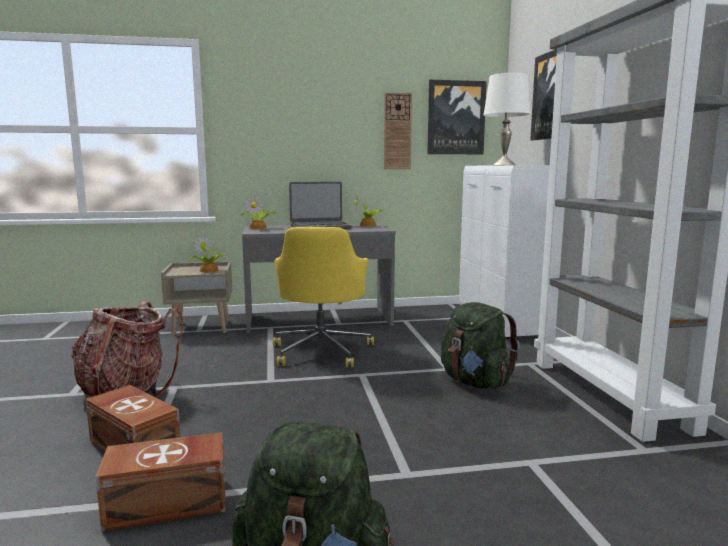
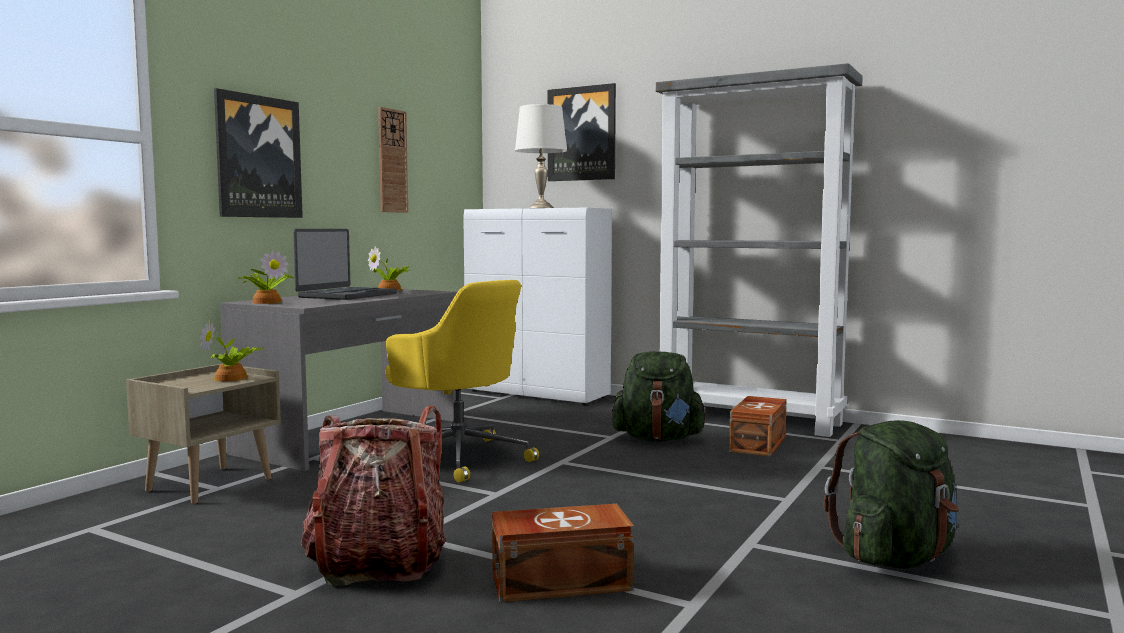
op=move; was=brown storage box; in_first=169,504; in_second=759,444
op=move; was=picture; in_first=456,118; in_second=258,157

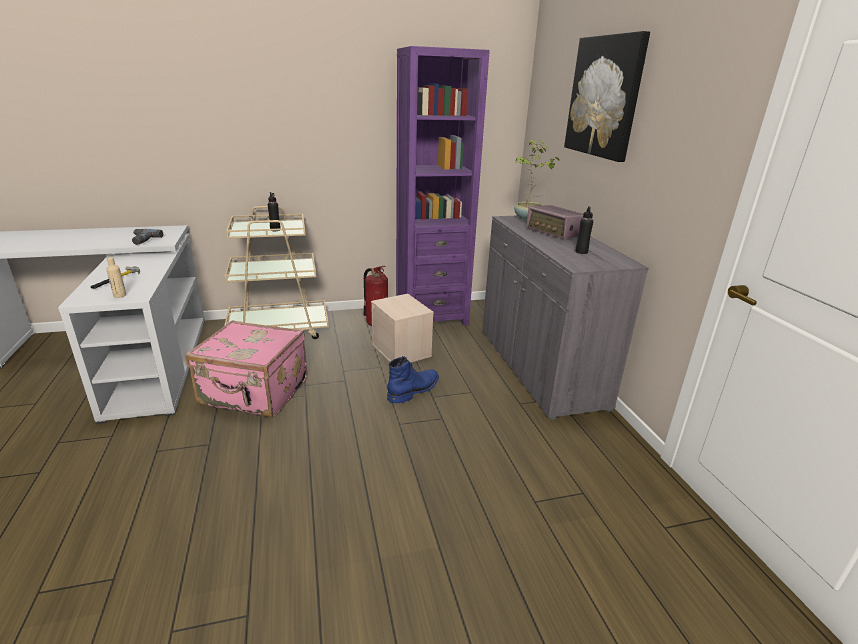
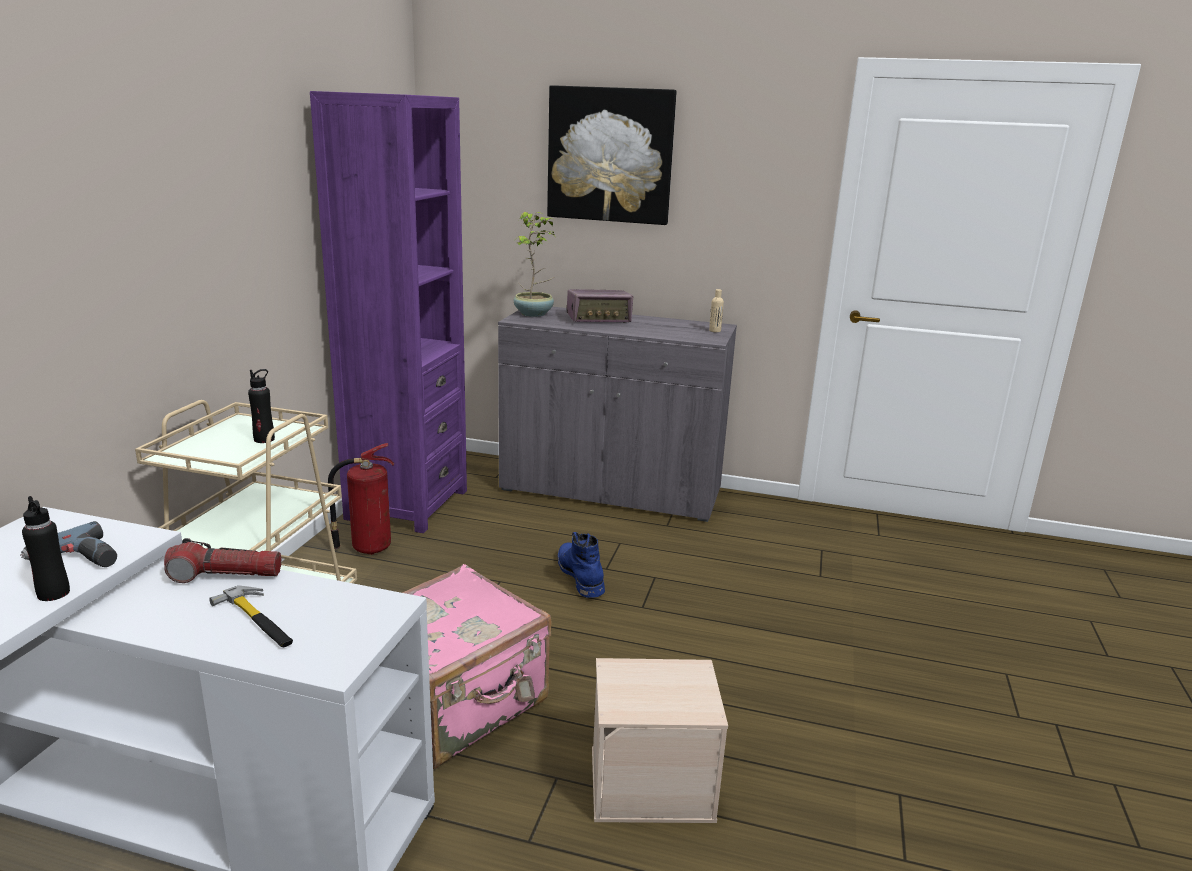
op=move; was=beige bottle; in_first=120,295; in_second=715,331
op=move; was=beige storage box; in_first=402,350; in_second=652,783
op=move; was=black bottle; in_first=581,252; in_second=53,593
op=insert; now=flashlight; in_second=225,575

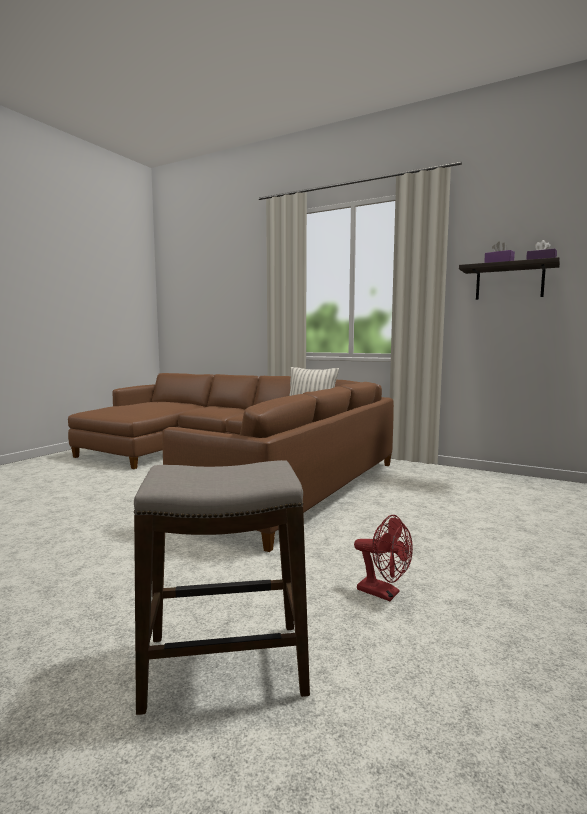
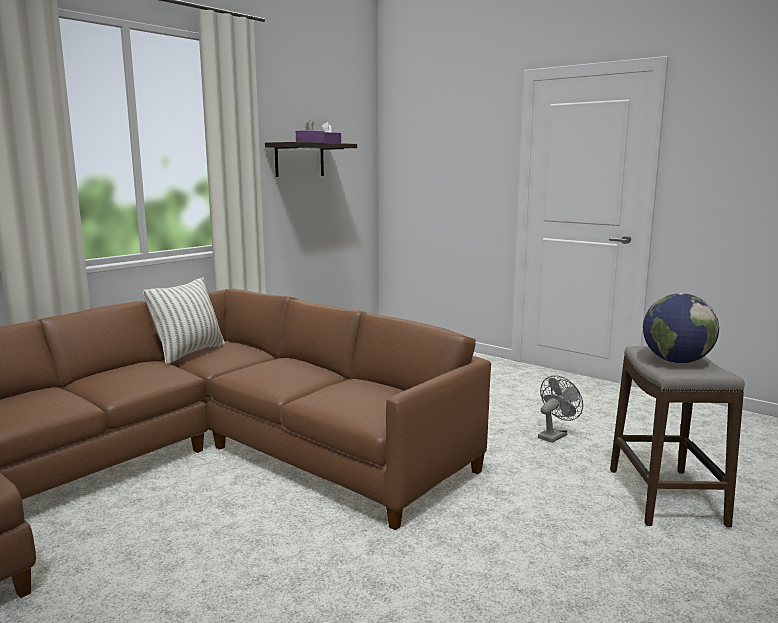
op=recolor; was=red fan; now=grey fan; in_first=384,593; in_second=555,435
op=insert; now=globe; in_second=676,361

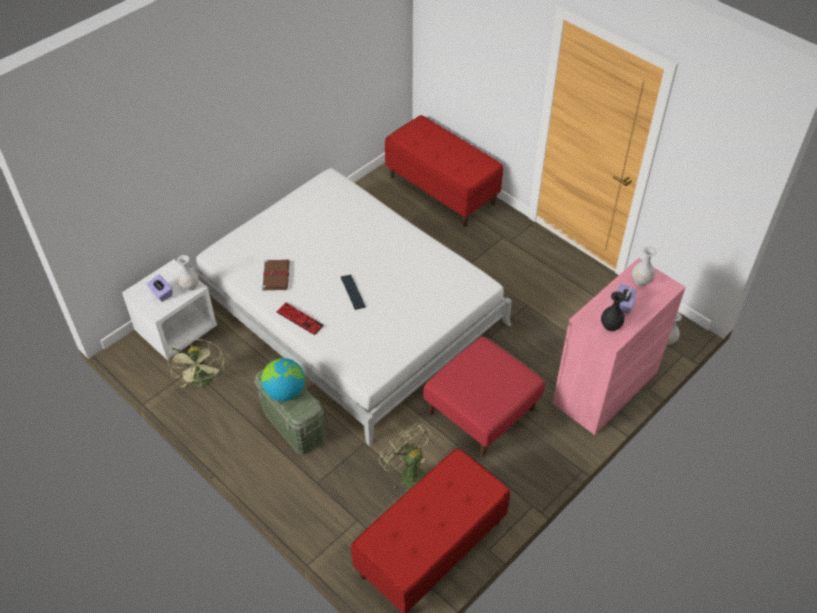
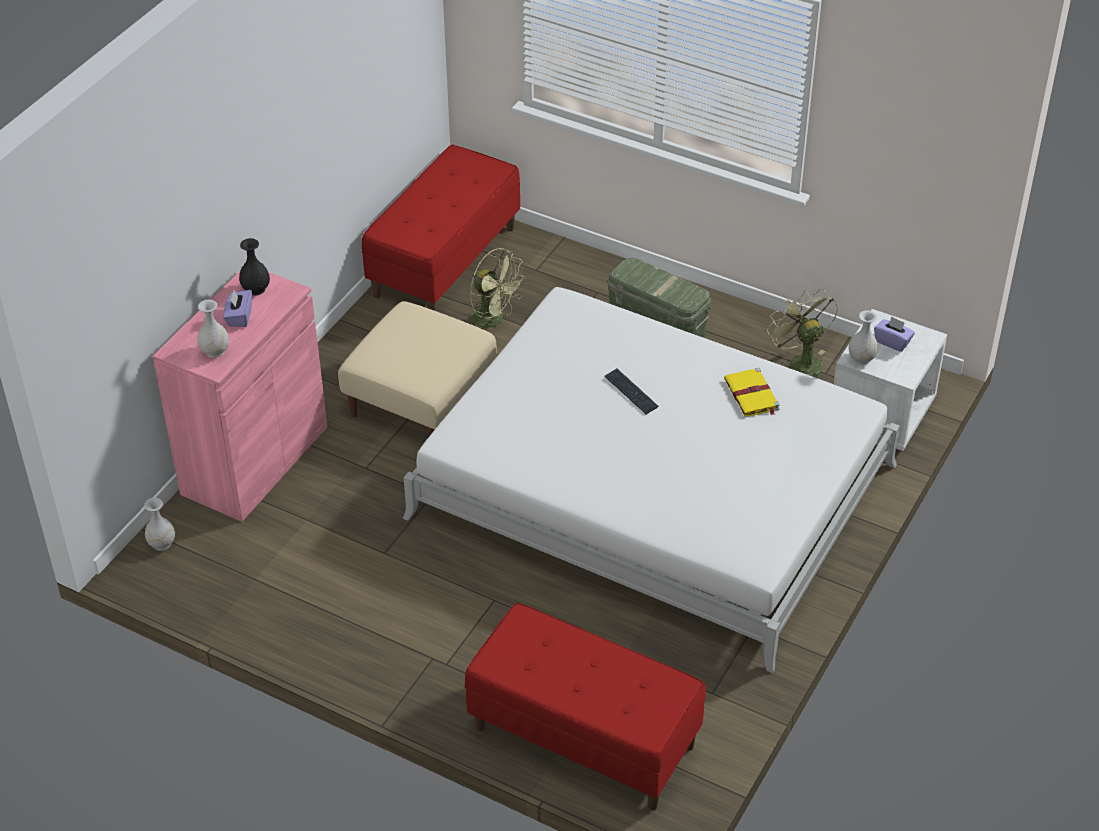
op=delete; was=globe; in_first=285,392
op=recolor; was=brown book; now=yellow book; in_first=276,275; in_second=752,395
op=delete; was=keyboard; in_first=300,319
op=recolor; was=red ottoman; now=beige ottoman; in_first=481,410; in_second=420,401

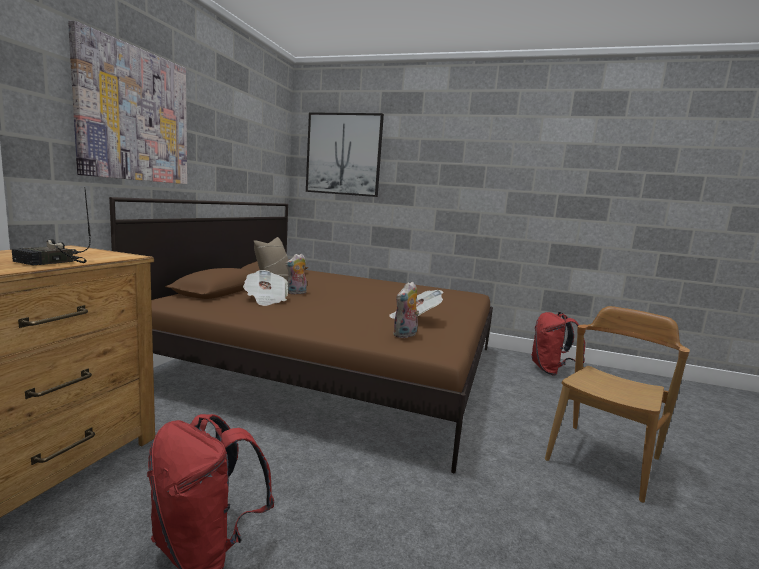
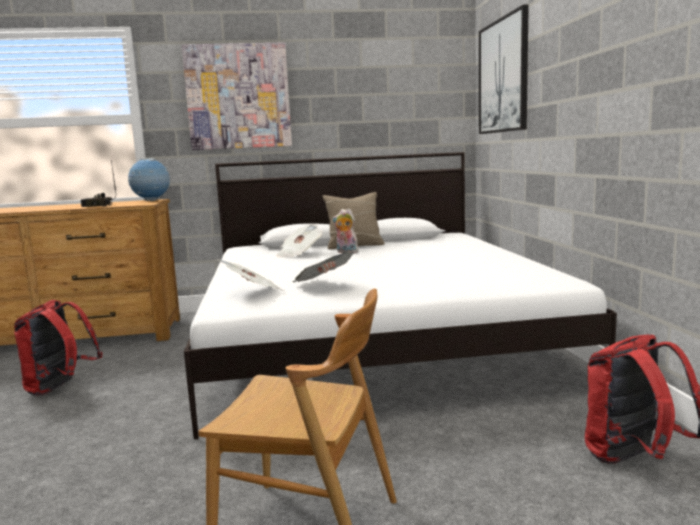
op=recolor; was=brown bed; now=white bed; in_first=336,363; in_second=372,341
op=replace; was=plush toy; now=newspaper; in_first=405,335; in_second=253,292
op=insert; now=globe; in_second=151,201

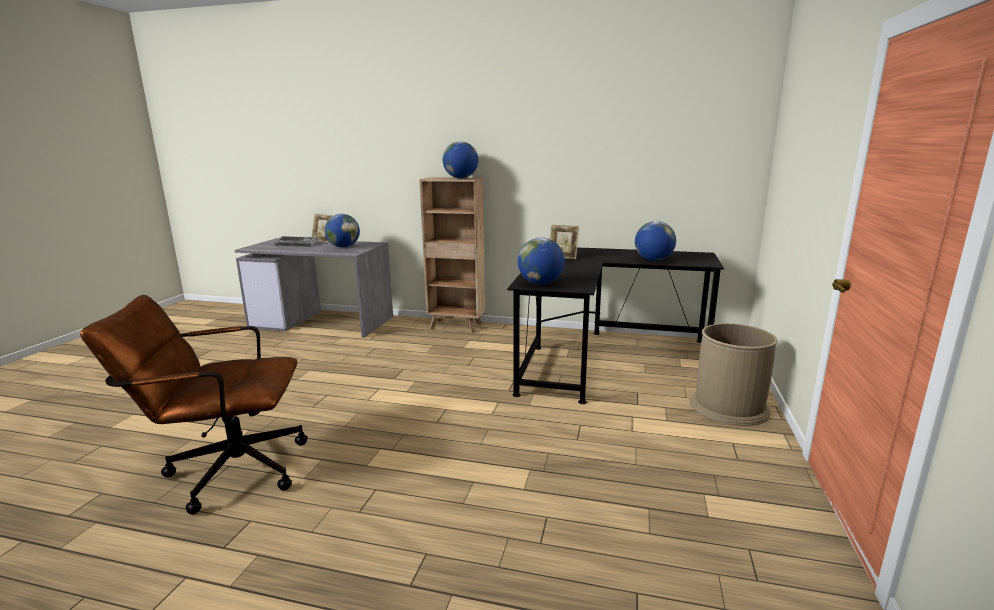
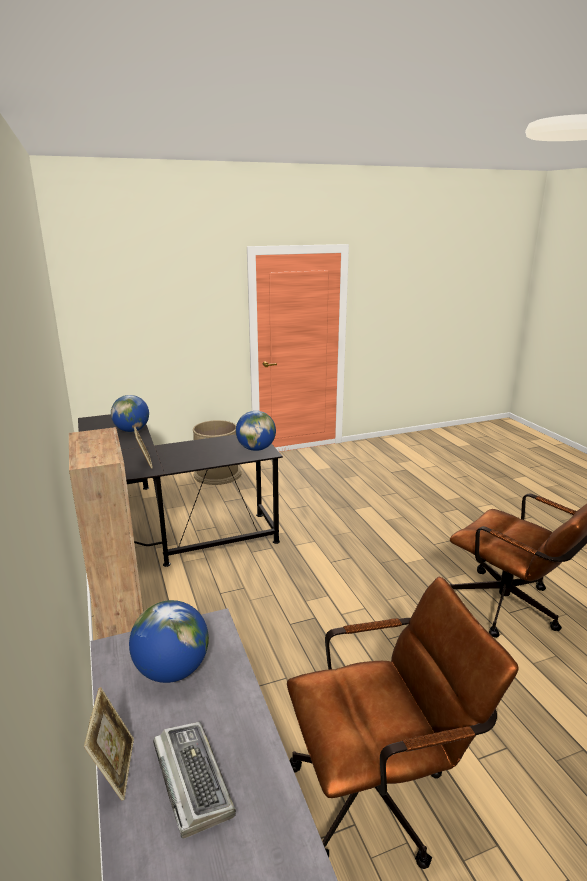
op=delete; was=globe; in_first=461,178
op=insert; now=brown office chair; in_second=381,792

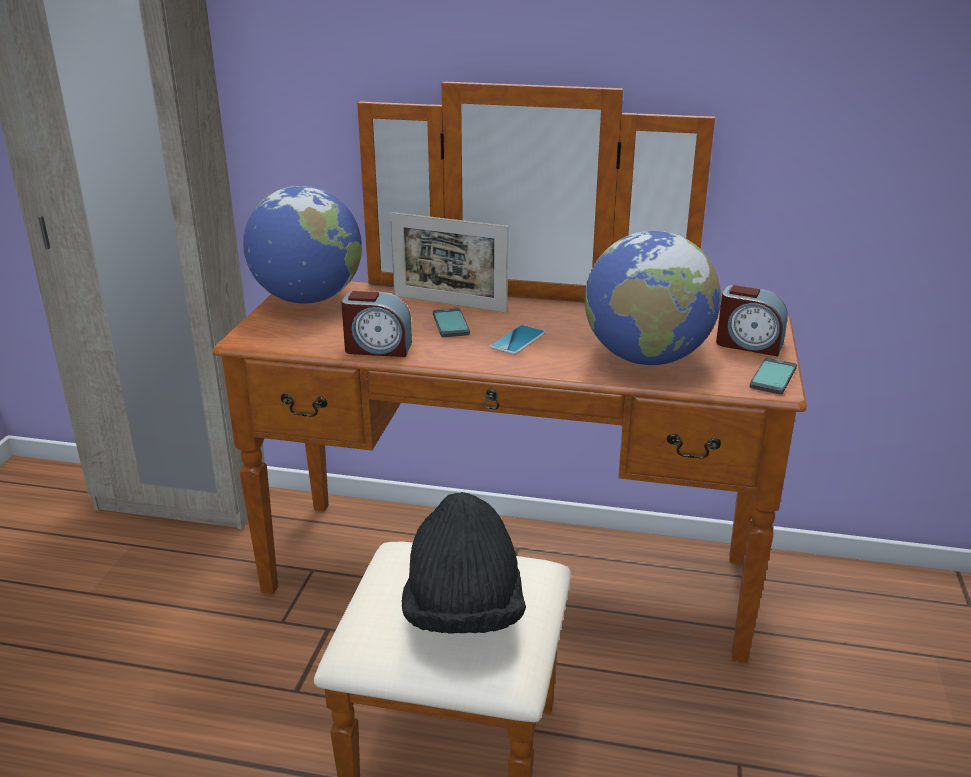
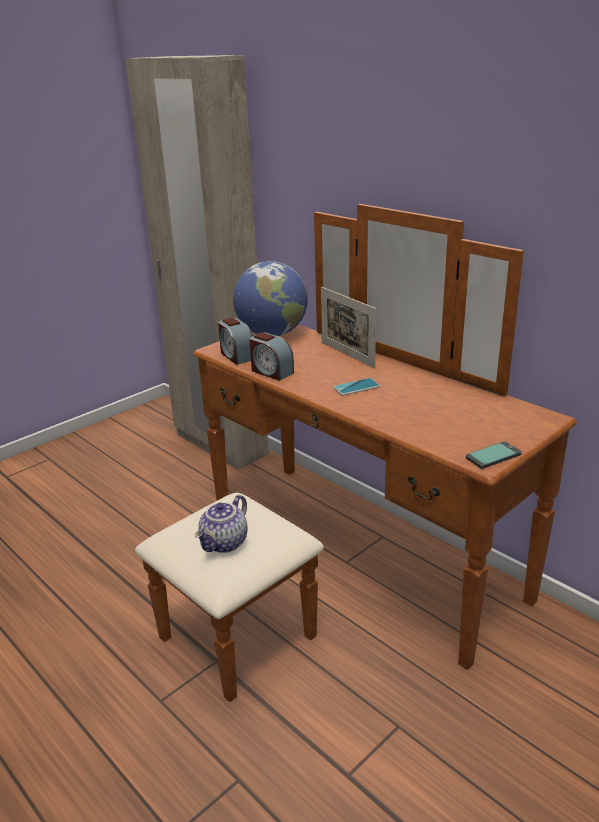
op=replace; was=black hat; now=teapot; in_first=463,614; in_second=225,543
op=delete; was=phone; in_first=450,324
op=delete; was=globe; in_first=646,358
op=move; was=alarm clock; in_first=748,344; in_second=236,356

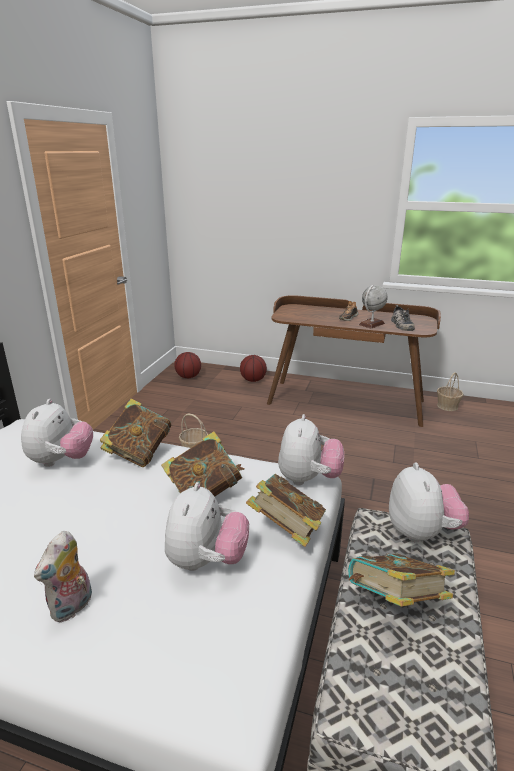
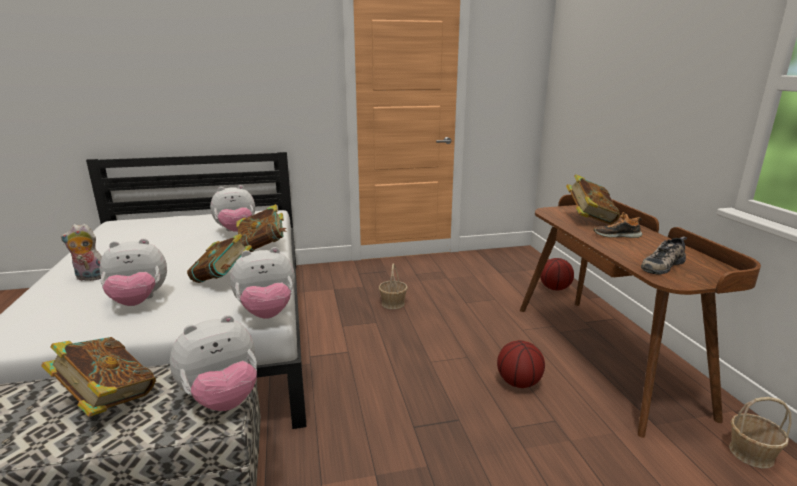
op=move; was=basketball; in_first=188,377; in_second=518,382
op=move; was=book; in_first=286,530; in_second=589,219
op=delete; was=globe; in_first=371,324

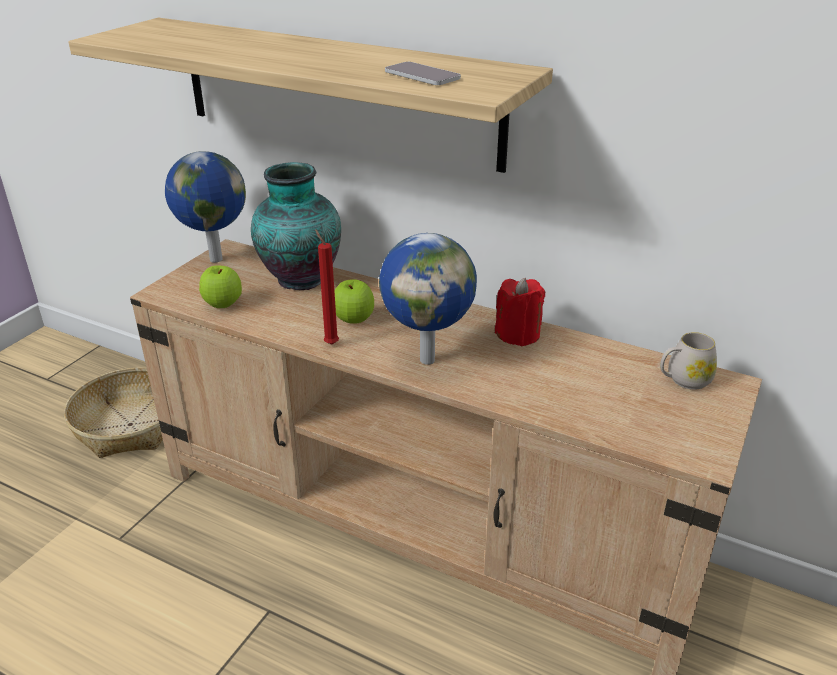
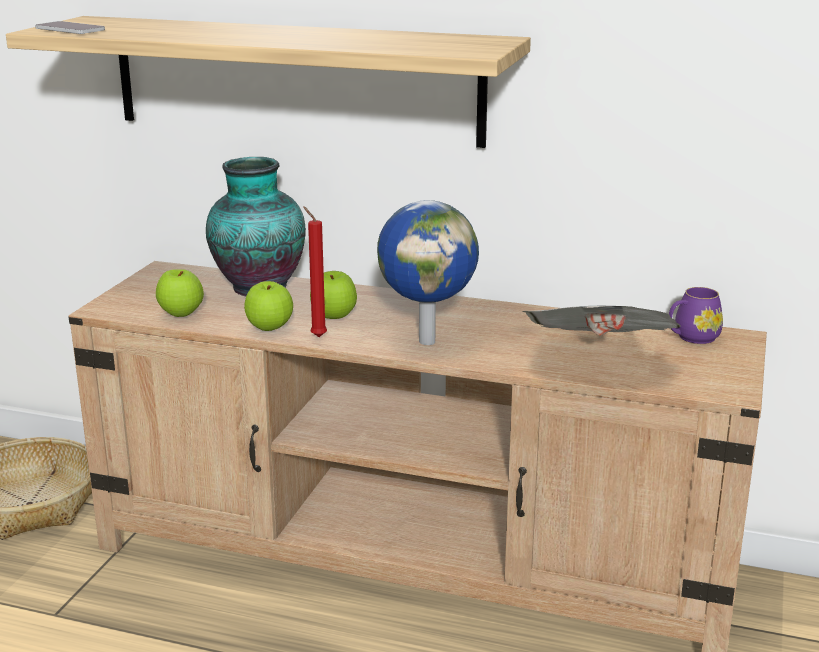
op=delete; was=globe; in_first=214,259
op=move; was=phone; in_first=422,75; in_second=70,29
op=delete; was=red candle; in_first=518,334
op=recolor; was=white mug; now=purple mug; in_first=683,380; in_second=691,338
op=insert; now=apple; in_second=270,328
op=insert; now=newspaper; in_second=598,360

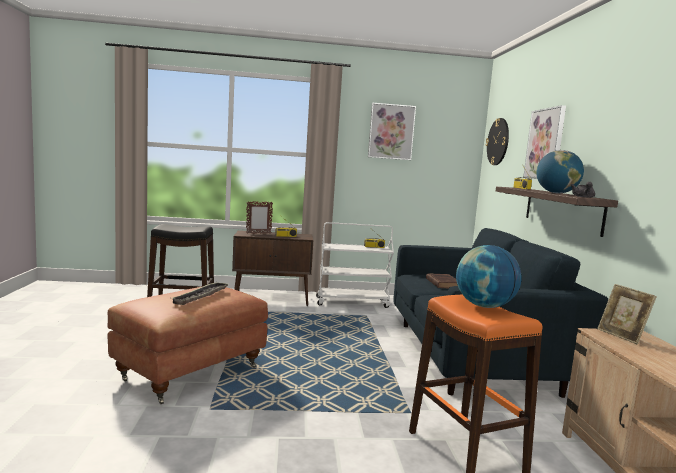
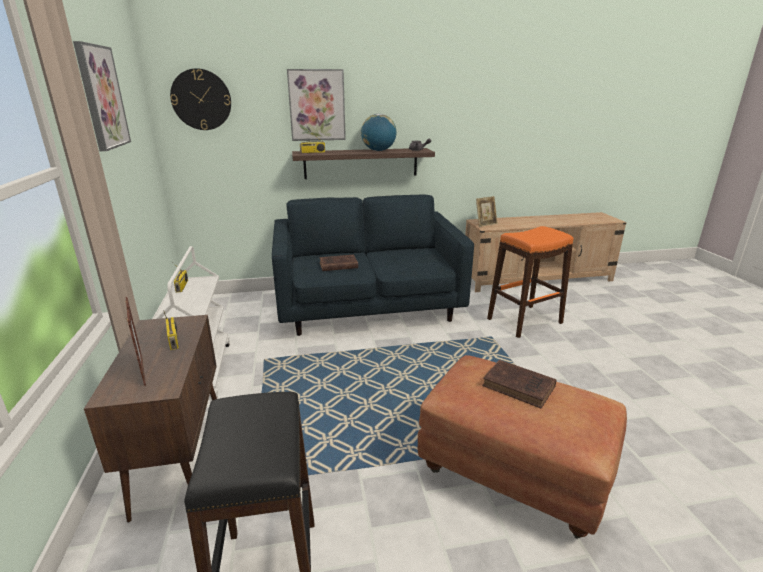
op=replace; was=tray; now=brown book; in_first=201,296; in_second=520,387
op=delete; was=globe; in_first=484,306

